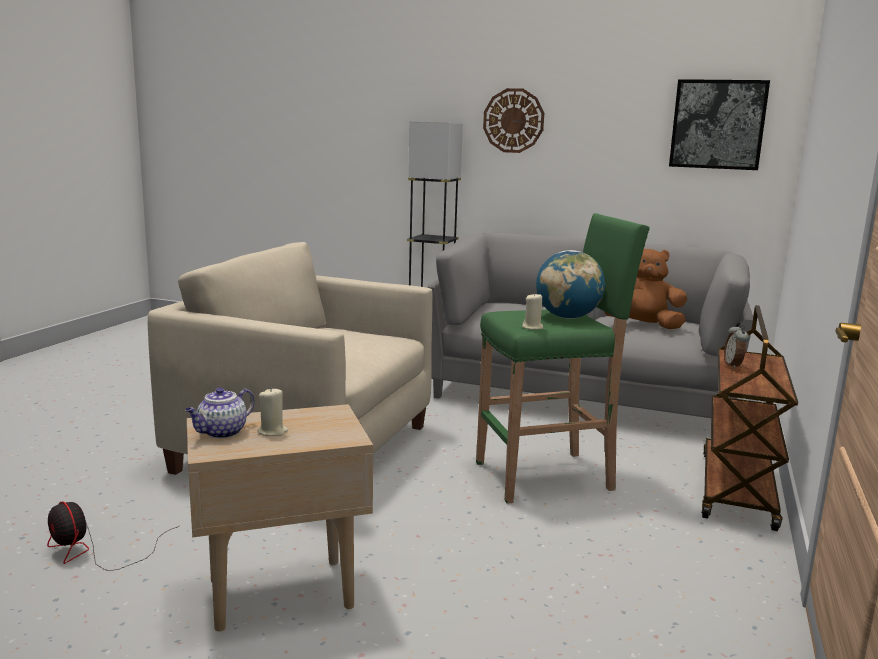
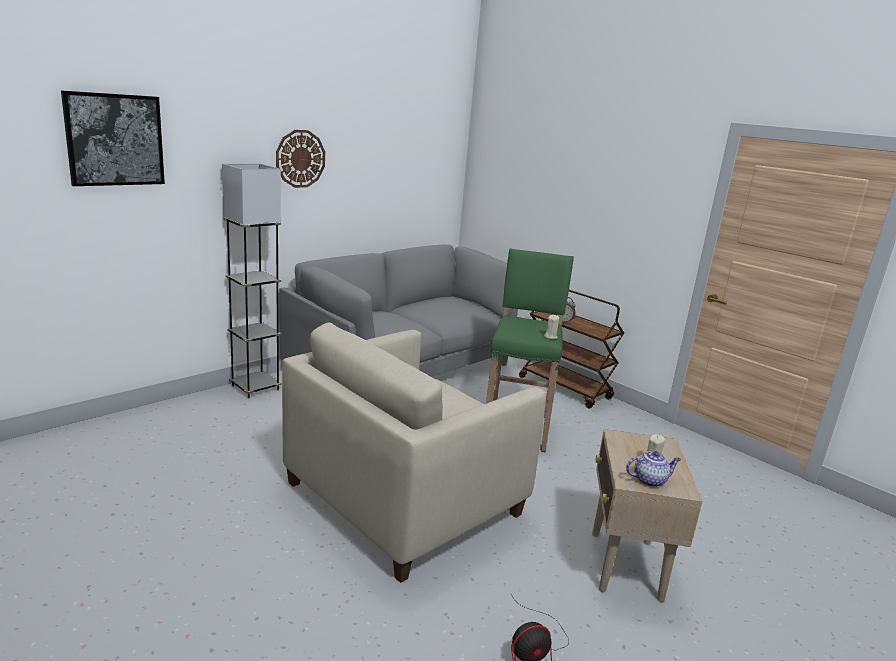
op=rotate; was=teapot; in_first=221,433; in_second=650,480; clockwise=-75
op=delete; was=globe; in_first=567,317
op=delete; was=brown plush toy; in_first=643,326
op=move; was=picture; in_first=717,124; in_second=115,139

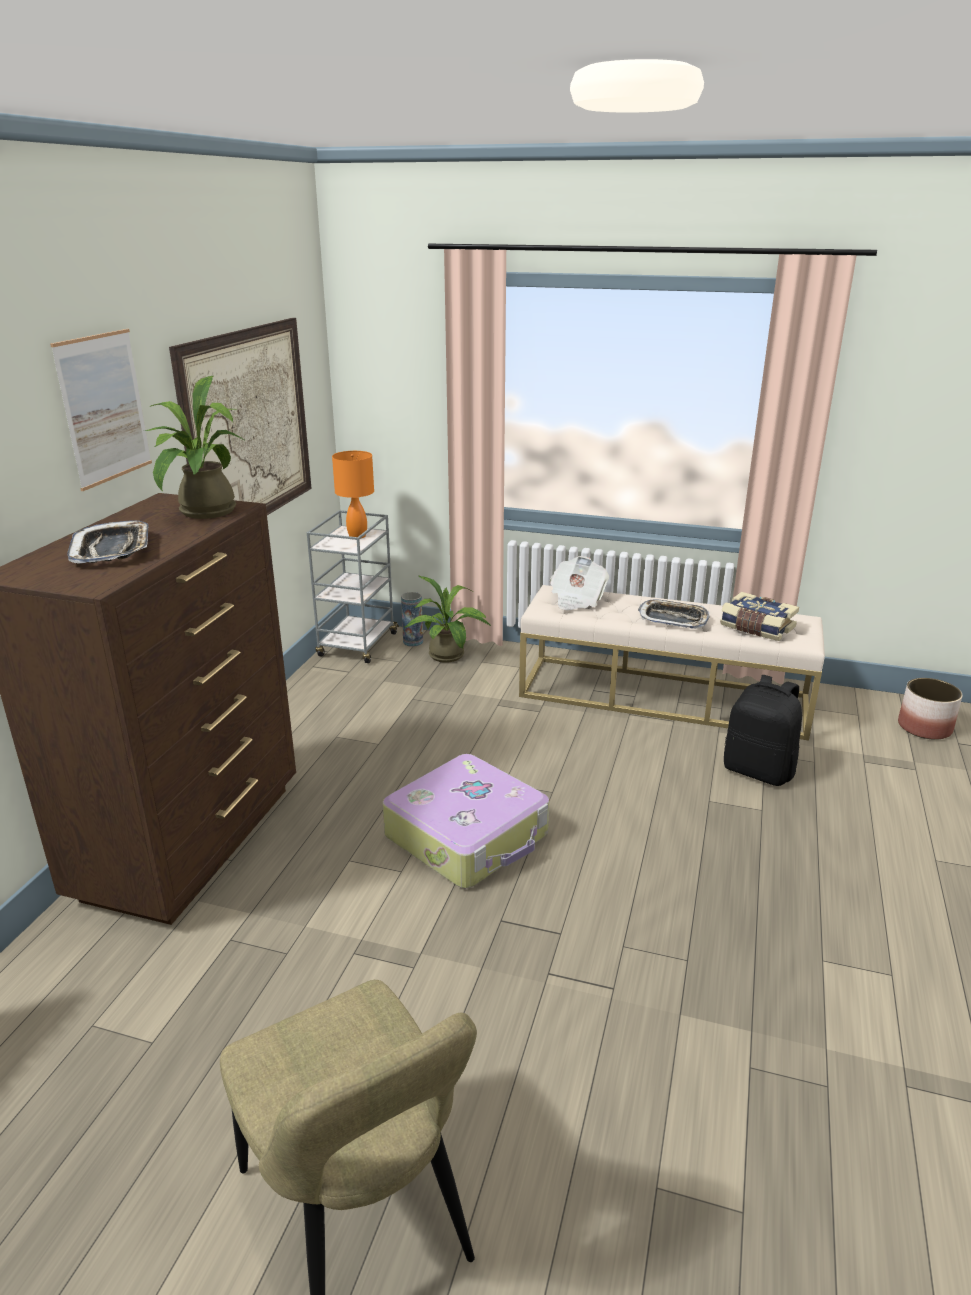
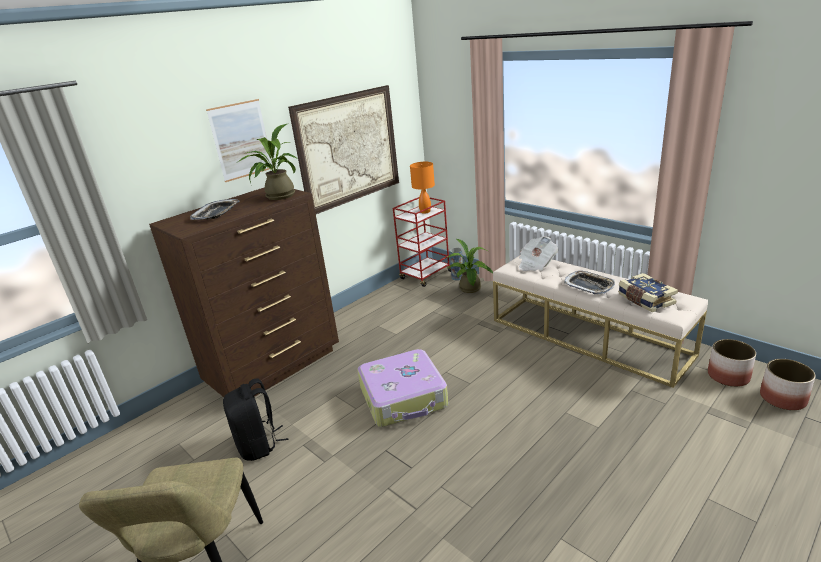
op=recolor; was=grey cart; now=red cart; in_first=357,645; in_second=425,275
op=move; was=black backpack; in_first=759,770; in_second=259,444
op=insert; now=planter; in_second=728,376

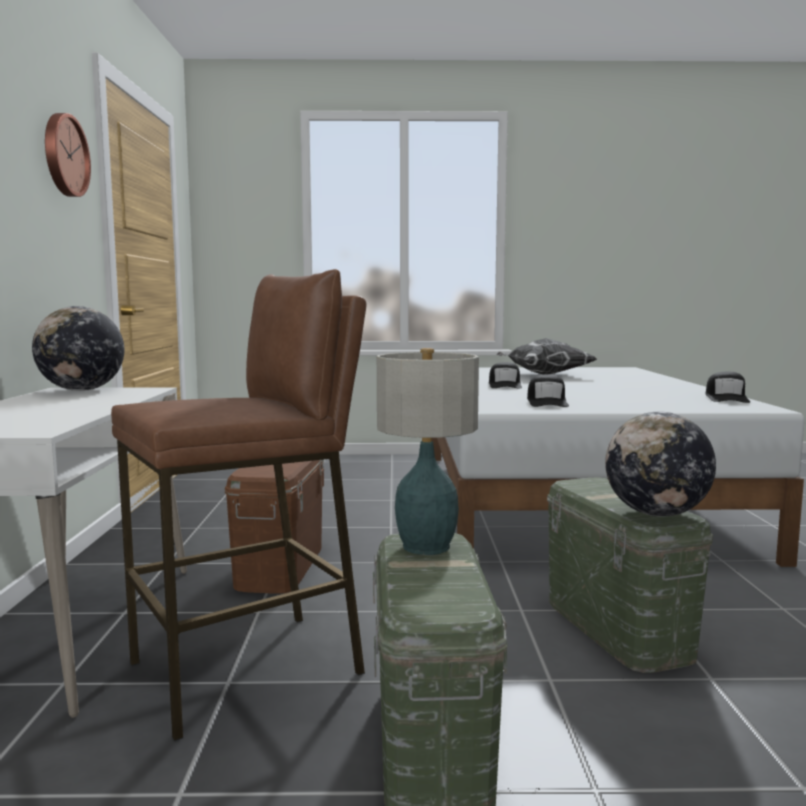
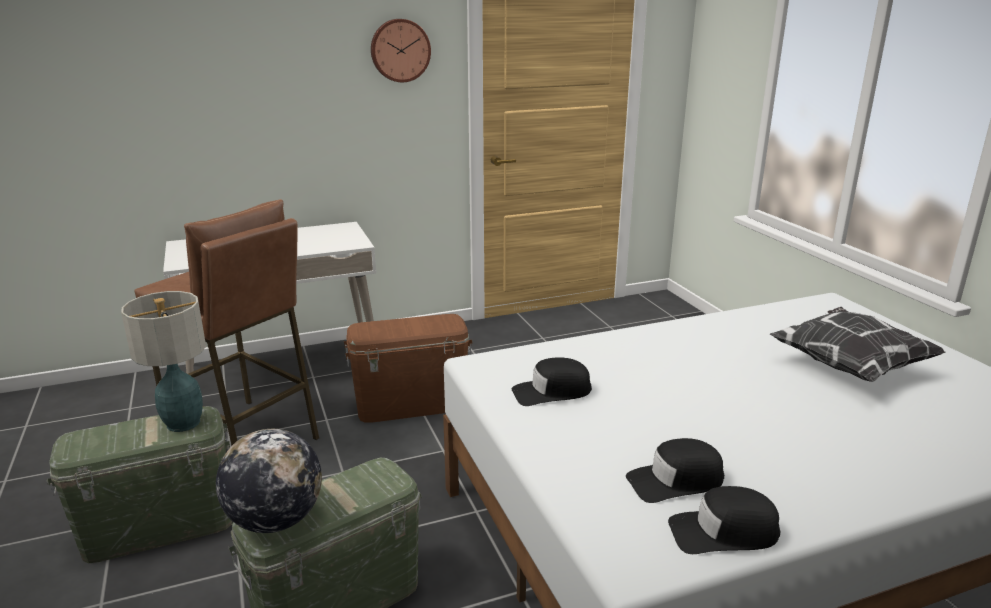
op=delete; was=globe; in_first=82,390
op=move; was=black cap; in_first=505,385; in_second=675,481

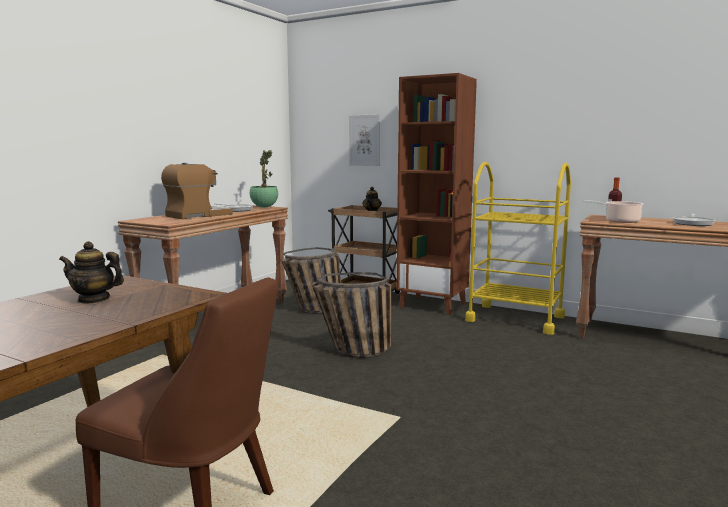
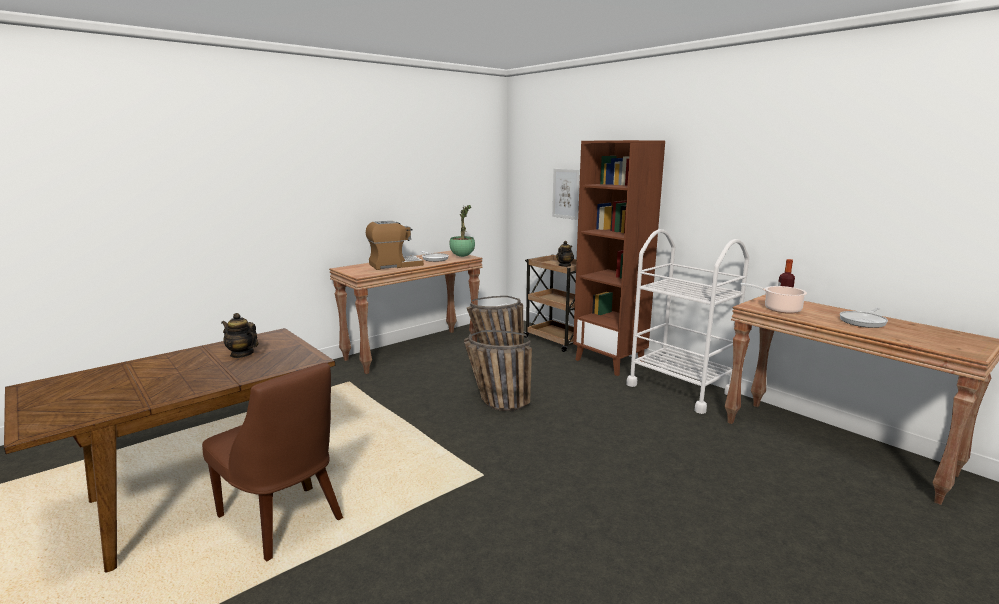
op=recolor; was=yellow cart; now=white cart; in_first=515,319; in_second=679,389

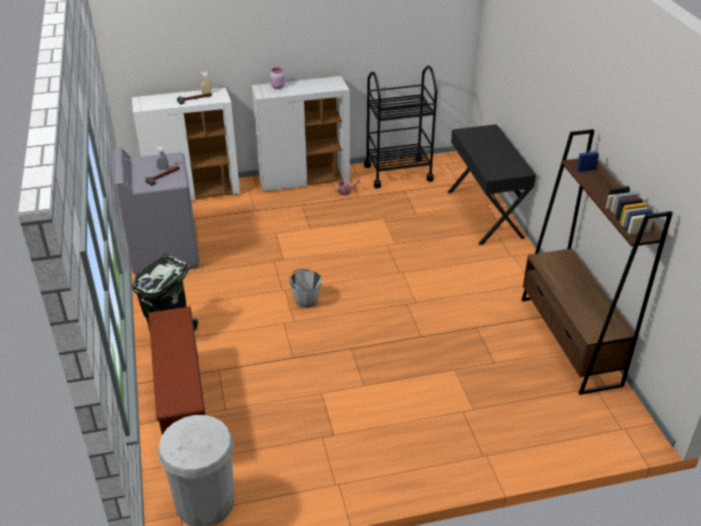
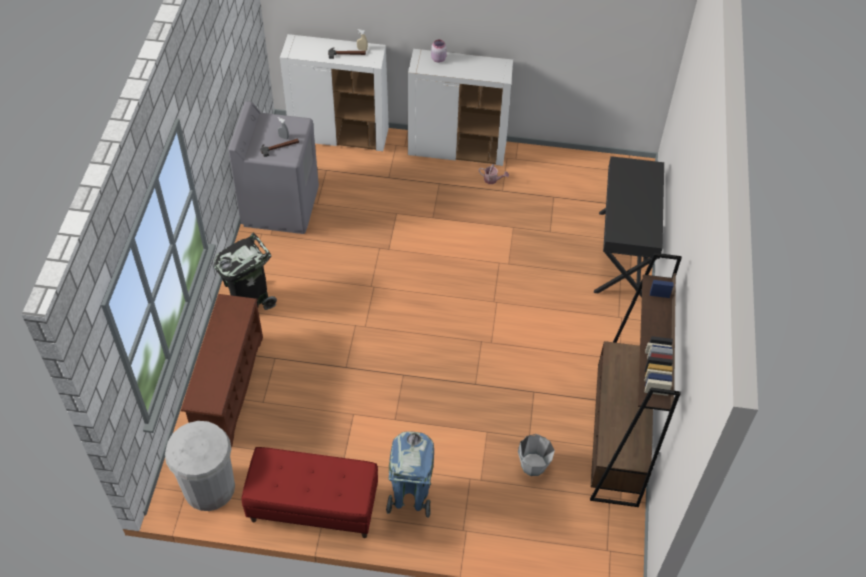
op=move; was=grey bucket; in_first=306,300; in_second=533,465
op=delete; was=black cart; in_first=398,173
op=insert; now=red bench; in_second=313,507
op=insert; now=blue trash can; in_second=410,496

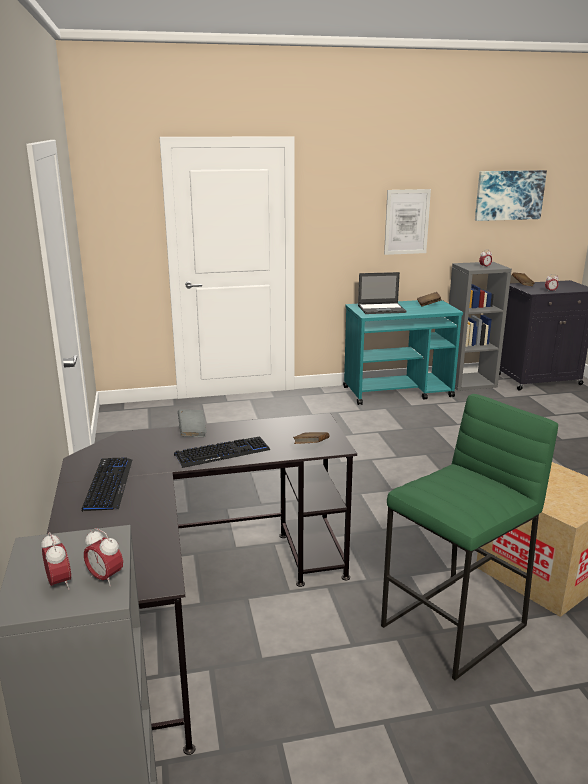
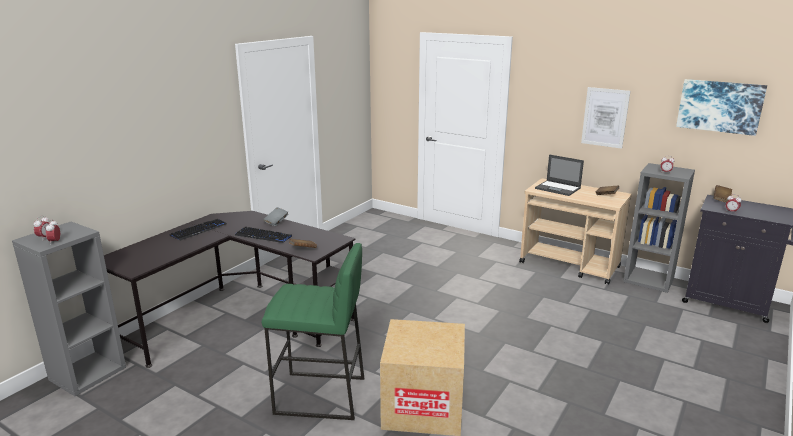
op=recolor; was=turquoise cart; now=beige cart; in_first=398,392; in_second=570,265

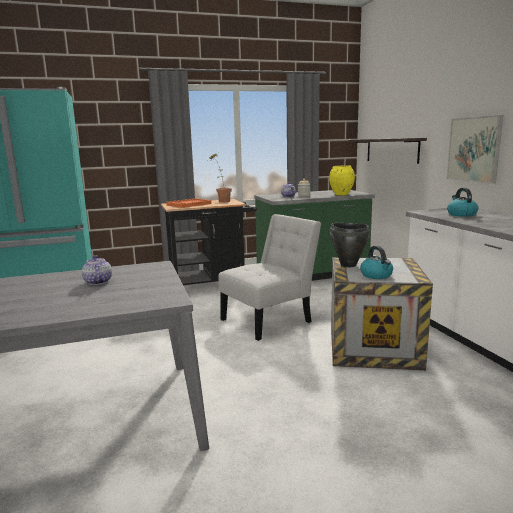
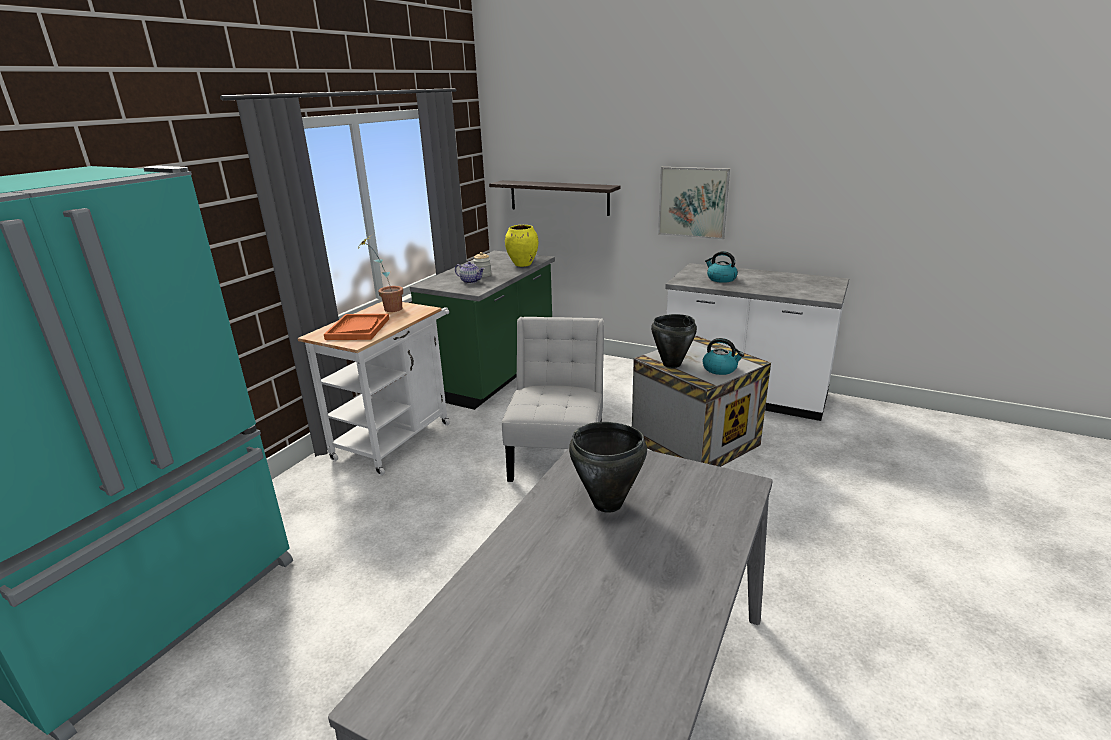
op=replace; was=teapot; now=black cooking pot; in_first=97,282; in_second=607,504
op=recolor; was=black cart; now=white cart; in_first=212,285; in_second=397,437

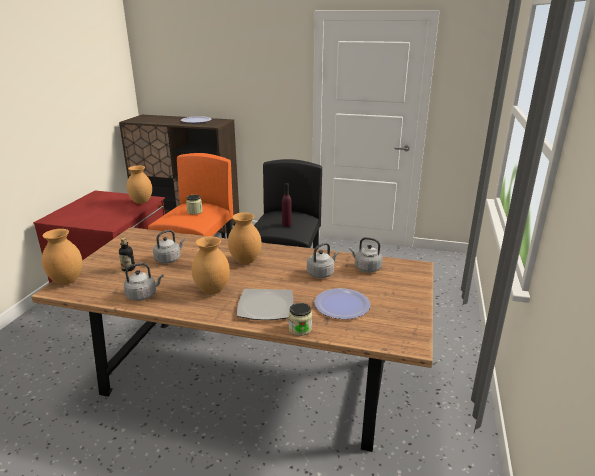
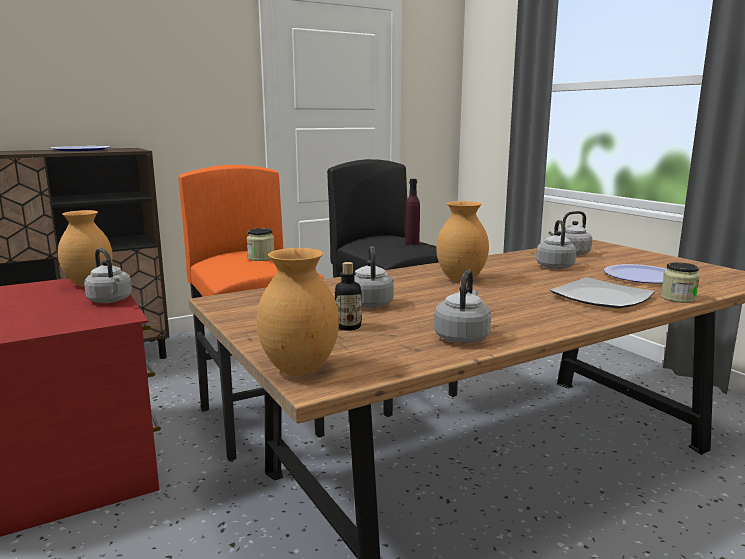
op=delete; was=brown vase; in_first=211,290
op=insert; now=grey kettle; in_second=111,300

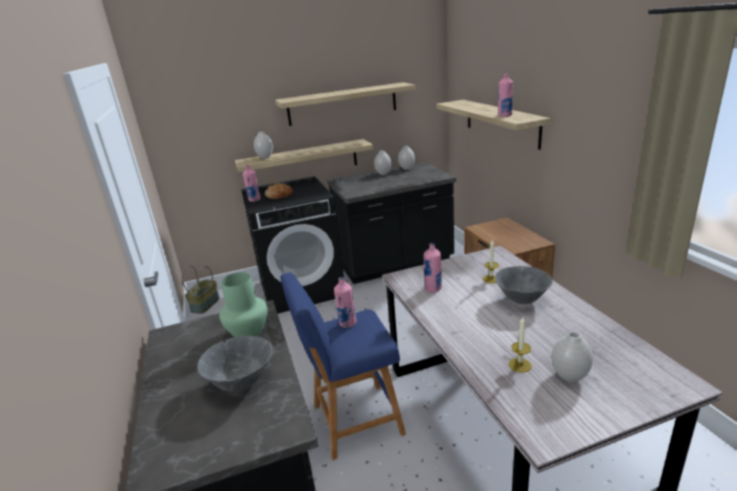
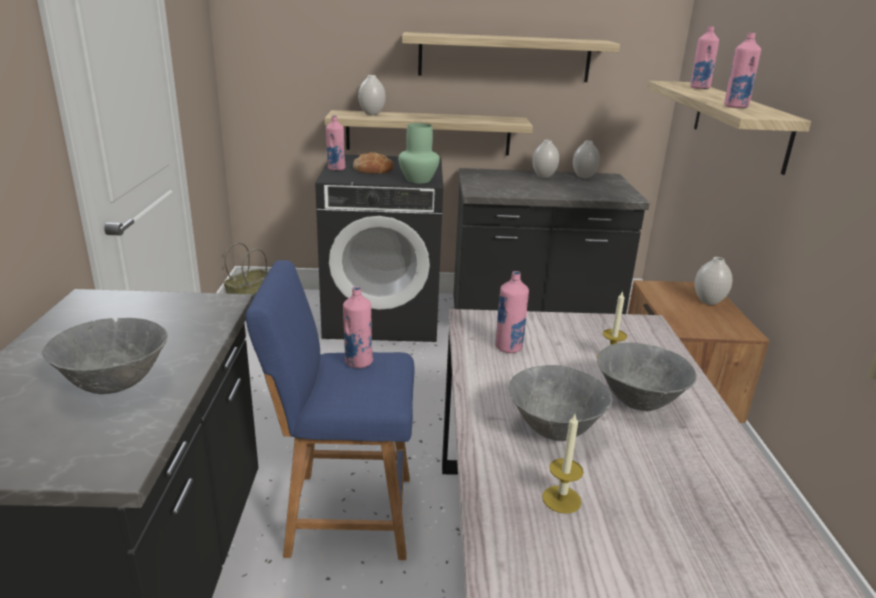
op=move; was=green vase; in_first=248,332; in_second=418,180
op=move; was=white vase; in_first=570,376; in_second=709,302
op=insert; now=grey bowl; in_second=554,430
op=insert; now=pink bottle; in_second=699,88

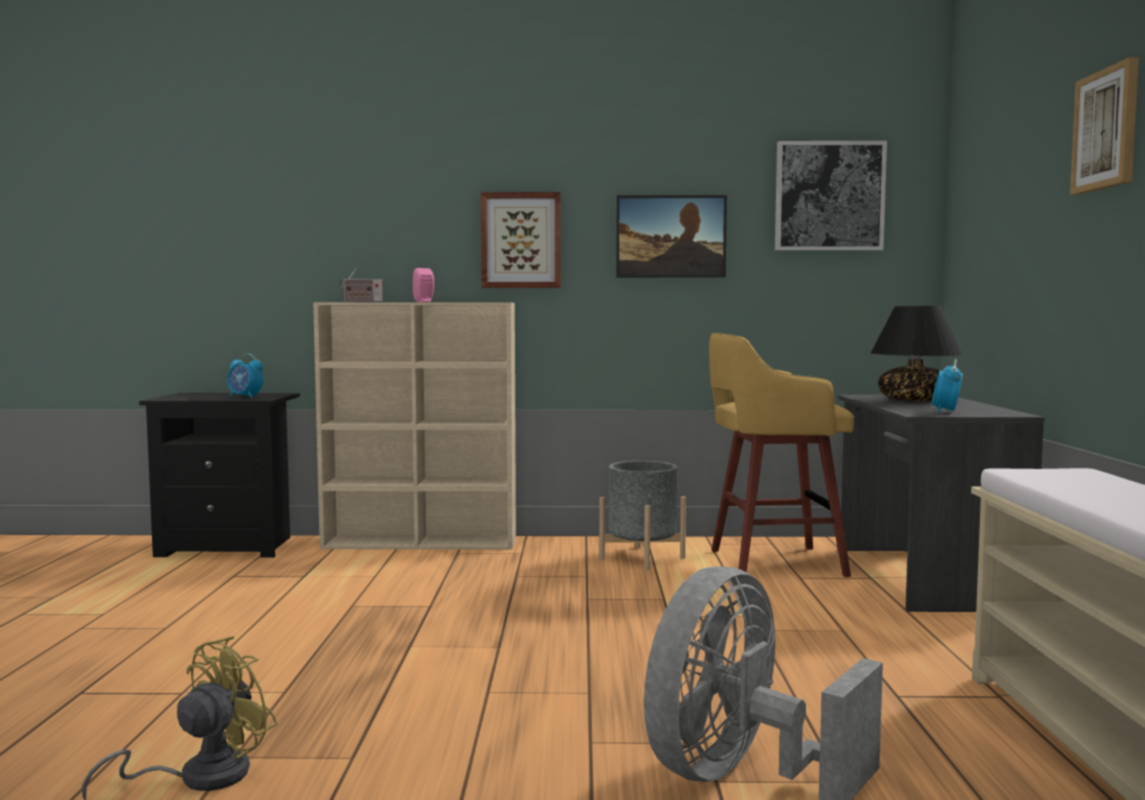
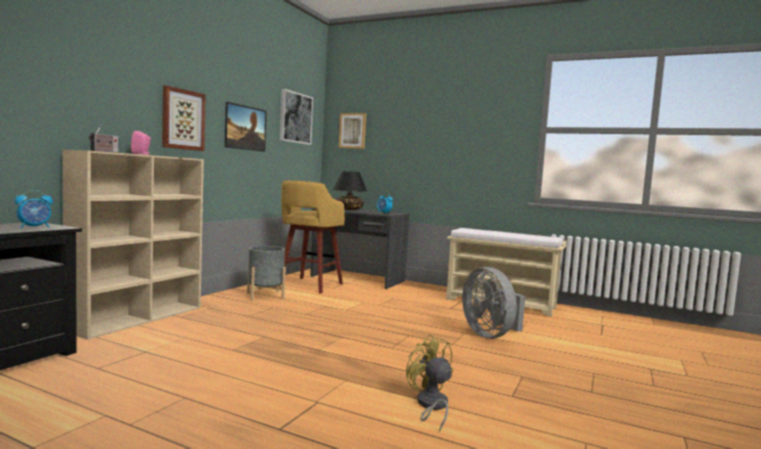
op=move; was=picture; in_first=1107,129; in_second=352,130

